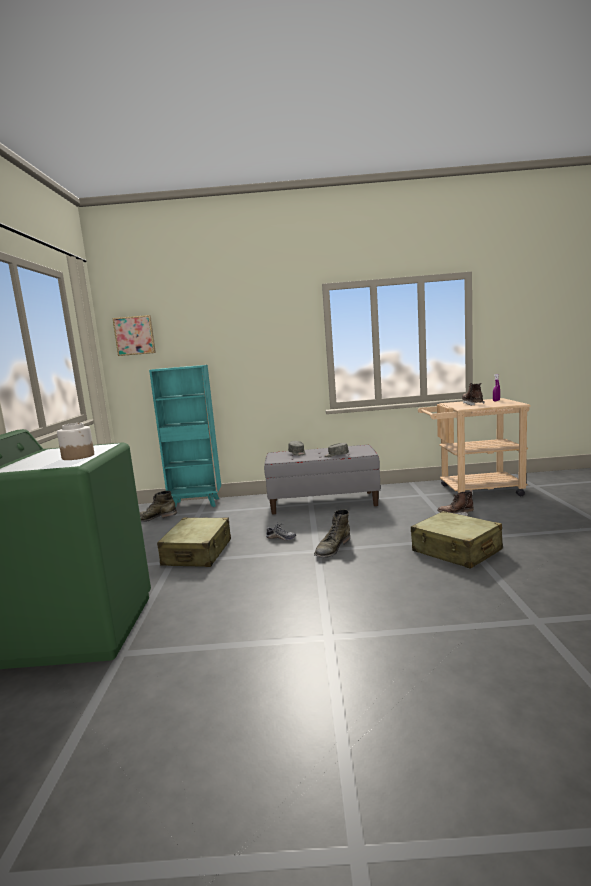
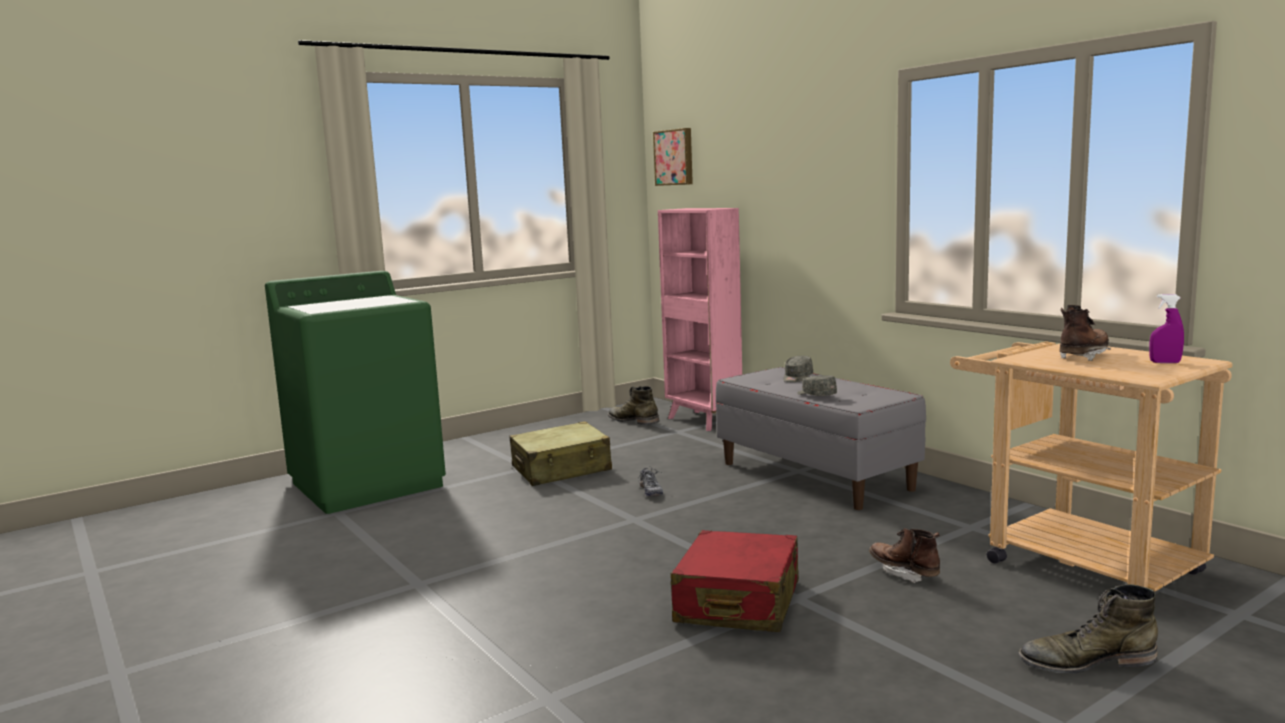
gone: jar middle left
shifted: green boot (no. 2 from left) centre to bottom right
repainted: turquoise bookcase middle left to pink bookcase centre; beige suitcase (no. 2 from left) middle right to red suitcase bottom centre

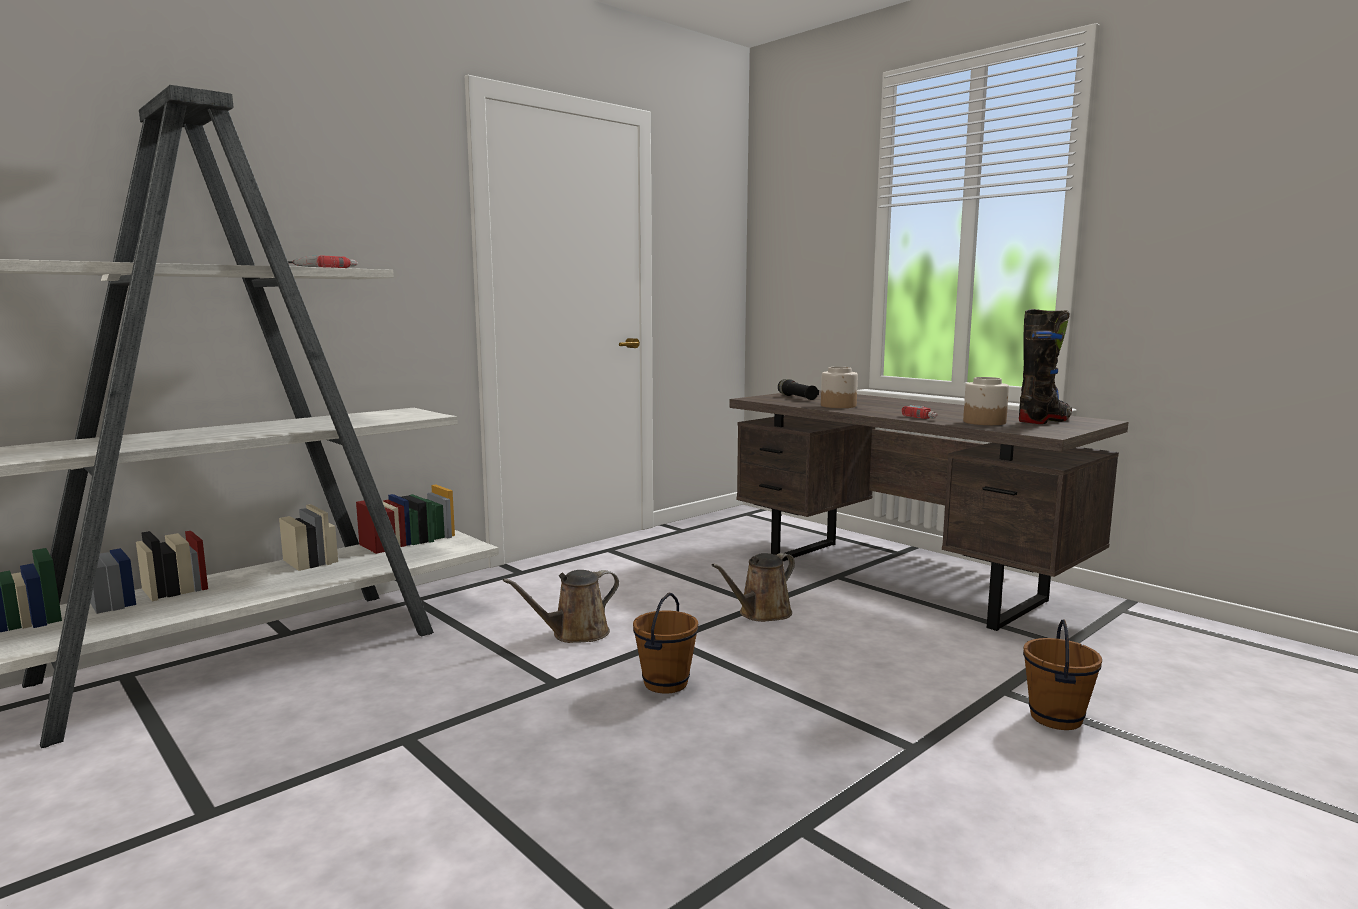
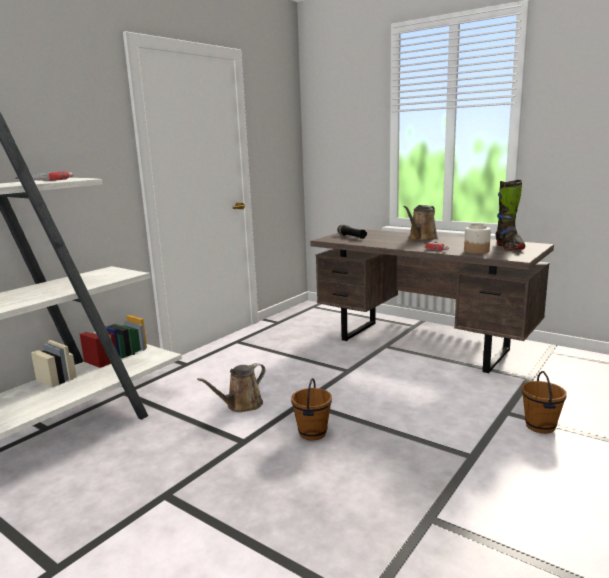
gone: jar (no. 1 from left) centre
shifted: brown watering can (no. 2 from left) centre to middle right
rotated: black boot middle right = middle right 135 degrees clockwise

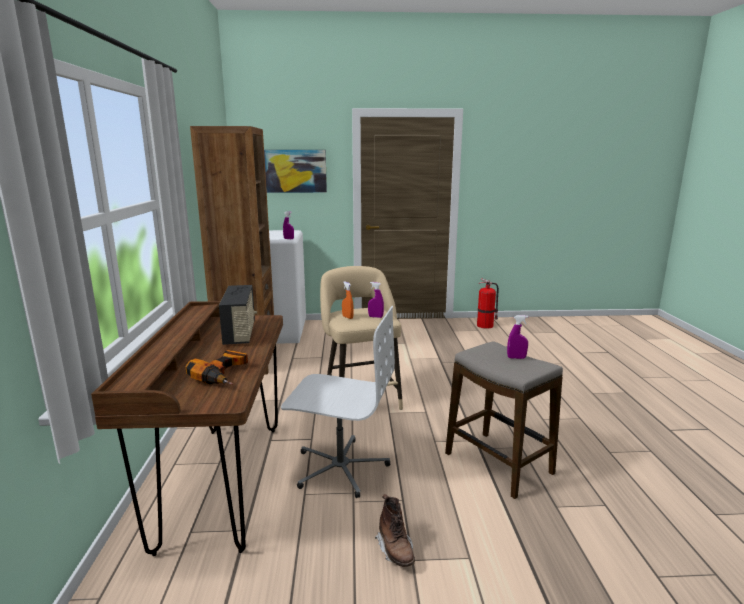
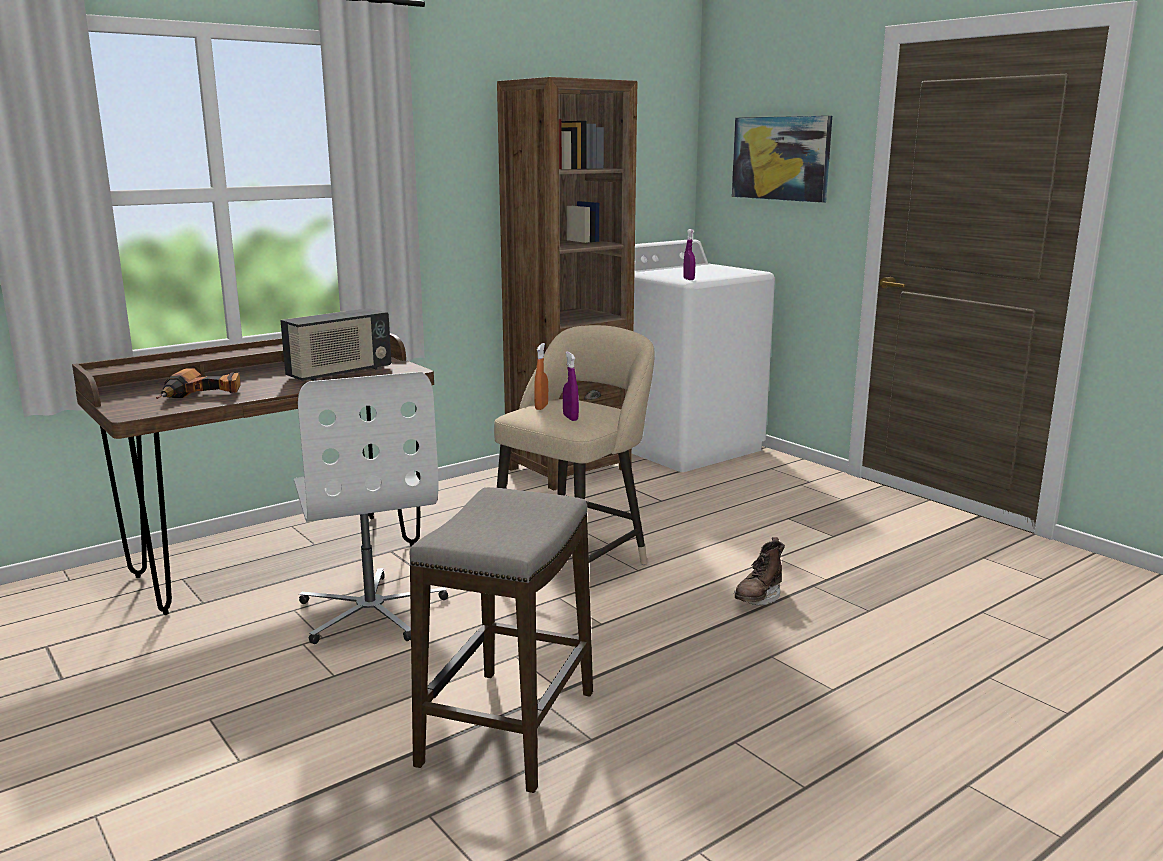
gone: fire extinguisher centre; purple spray bottle (no. 3 from left) middle right
shifted: brown boot bottom centre to centre

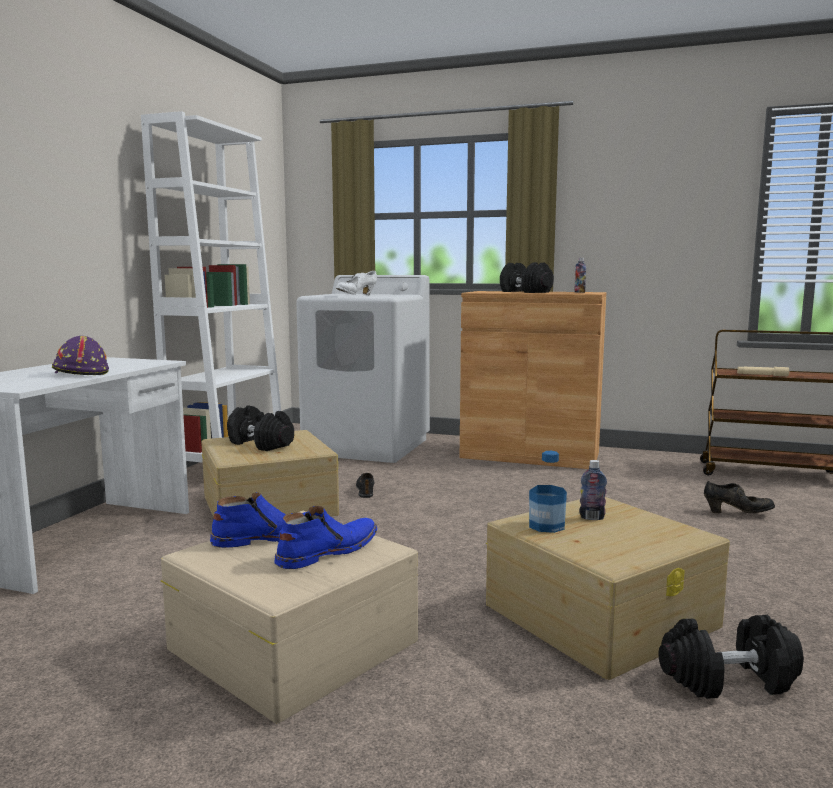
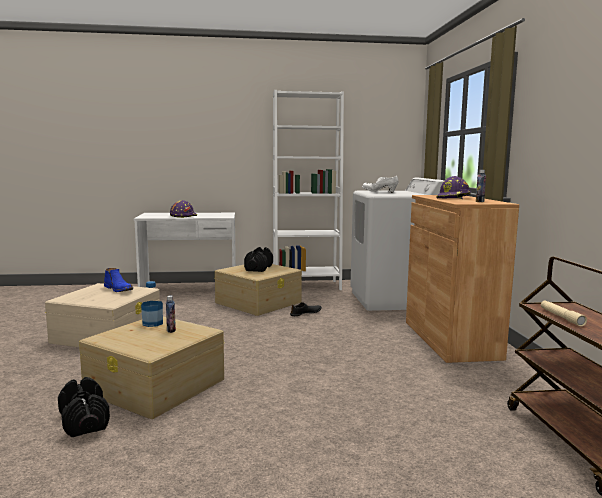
gone: blue boot (no. 2 from left) bottom centre; black shoe (no. 2 from left) middle right
swapped: black dumbbell (no. 2 from left) centre to purple hard hat (no. 2 from left) middle right

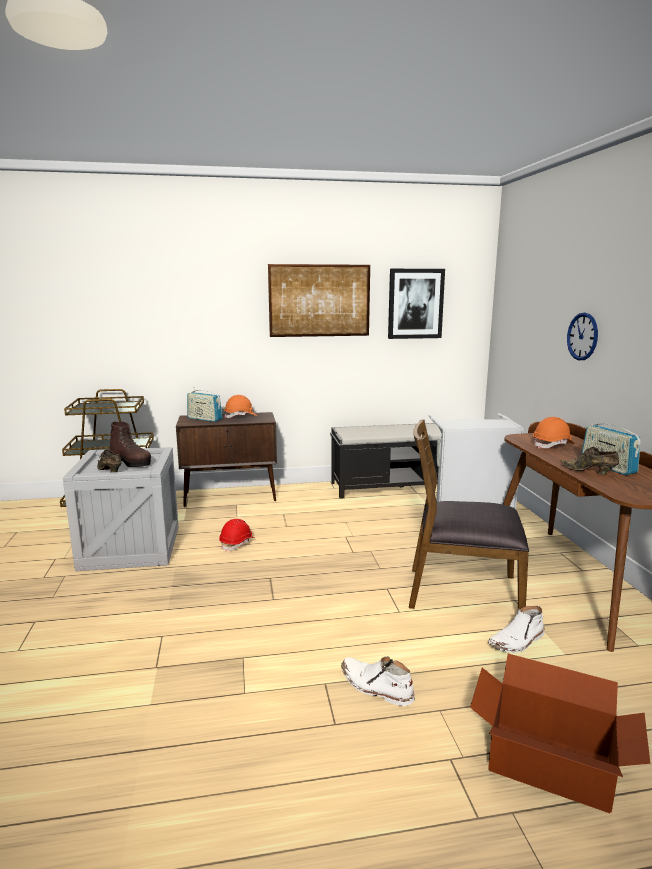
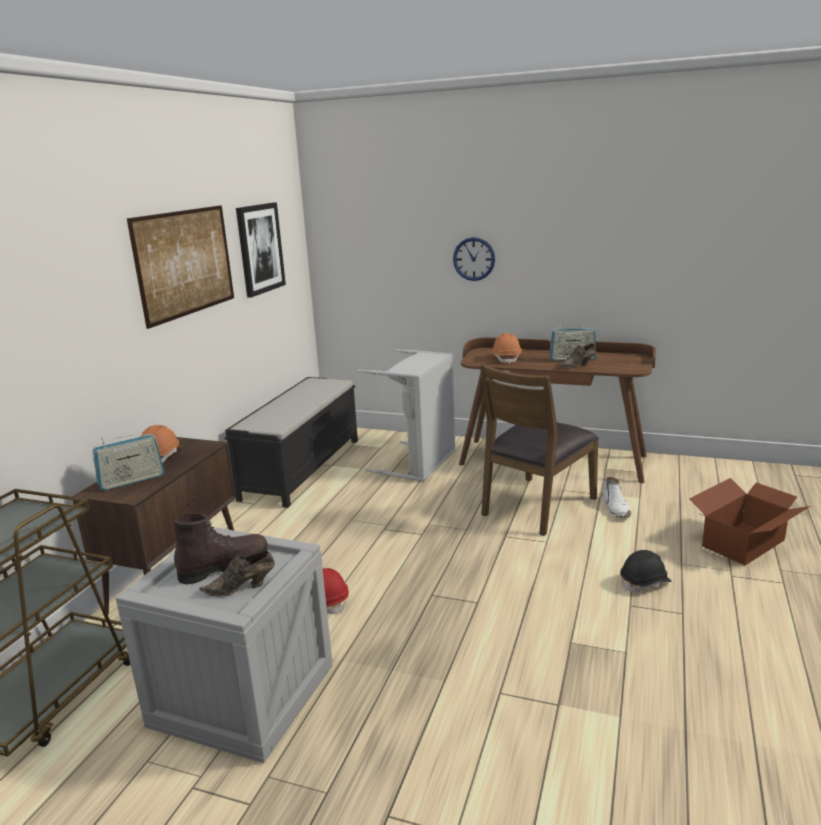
swapped: white boot (no. 1 from left) bottom centre to black hard hat bottom right

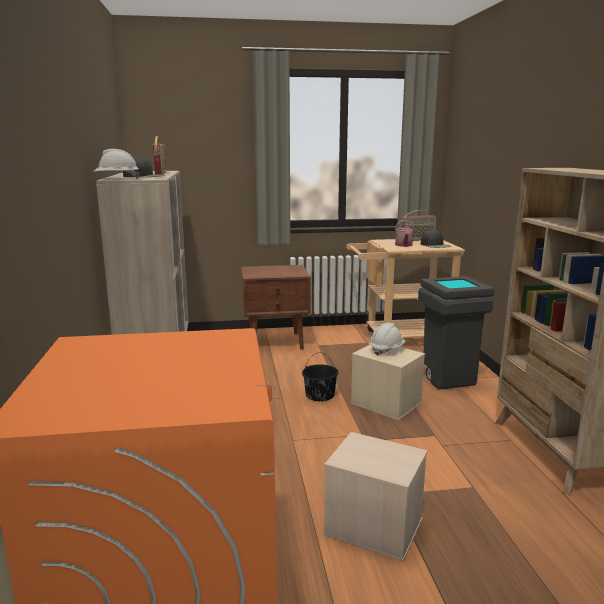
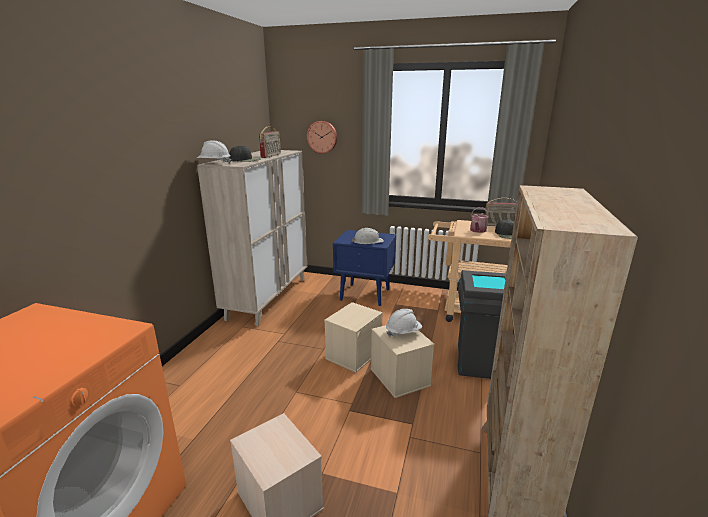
new: wall clock top centre; white hard hat (no. 2 from left) centre
swapped: black bucket centre to beige storage box (no. 2 from left) centre
repainted: brown nightstand centre to blue nightstand centre

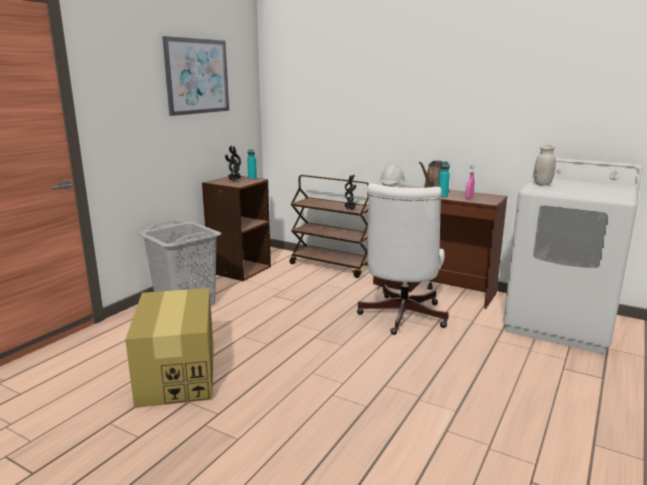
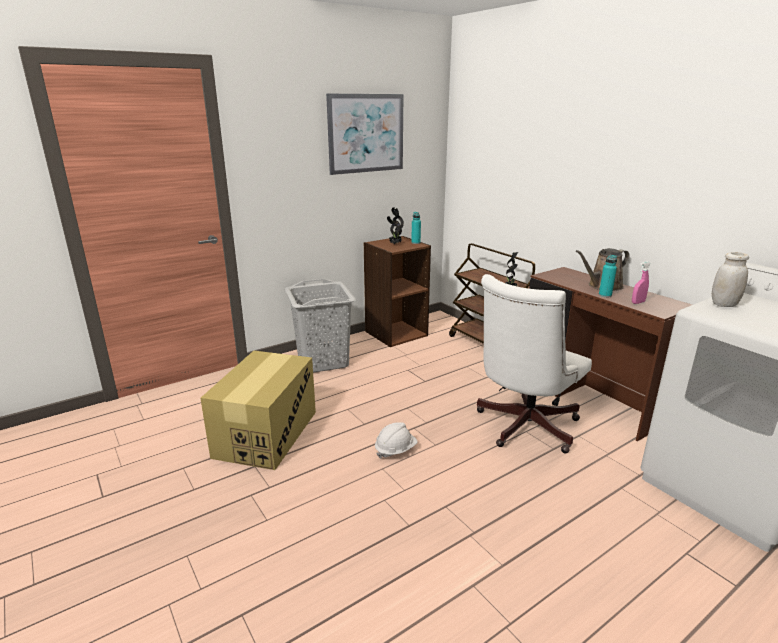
shifted: white hard hat centre to bottom centre

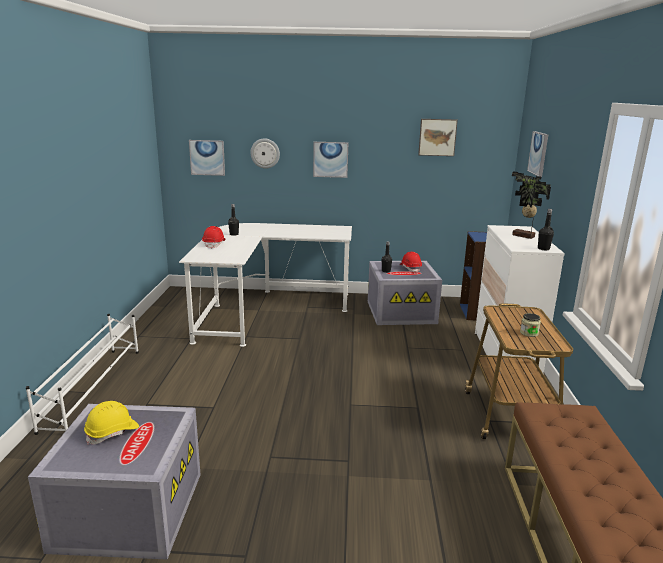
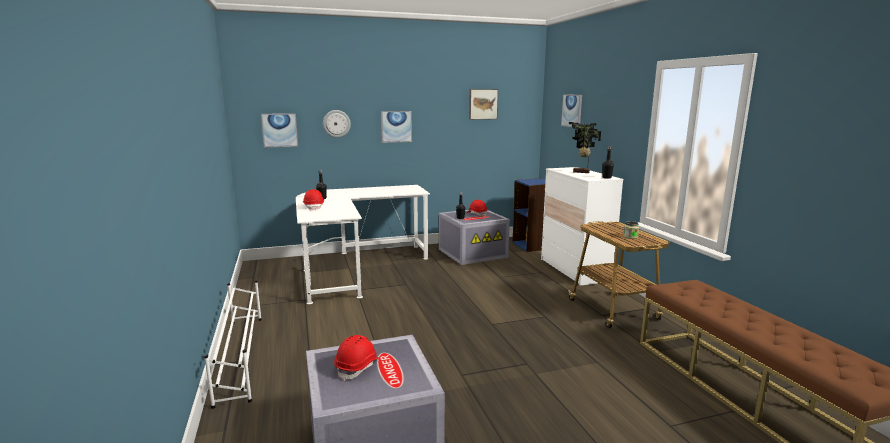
repainted: yellow hard hat bottom left to red hard hat (no. 2 from left) bottom centre

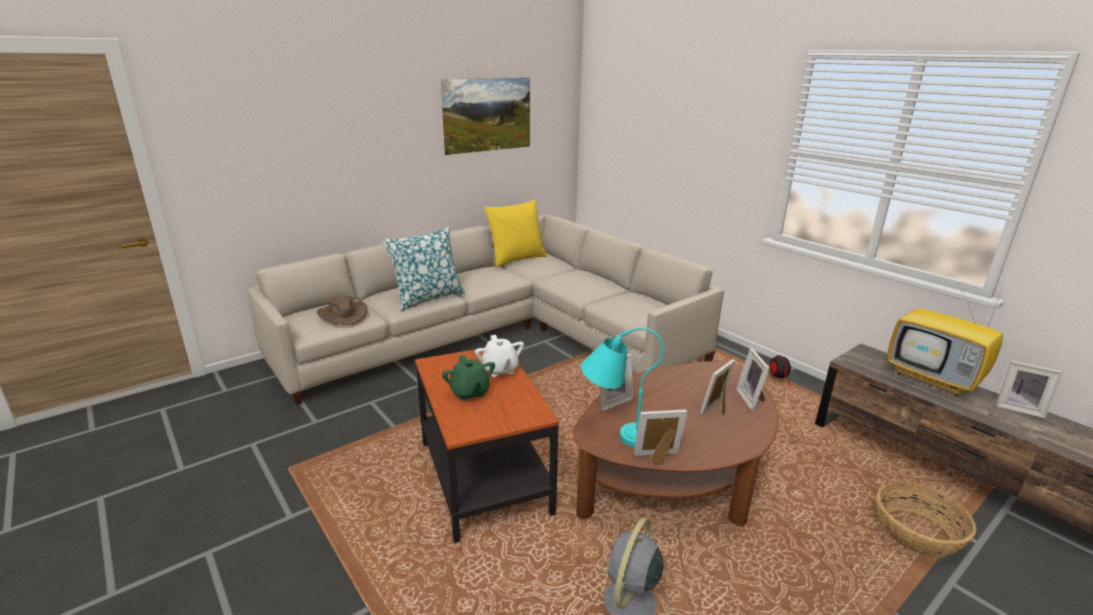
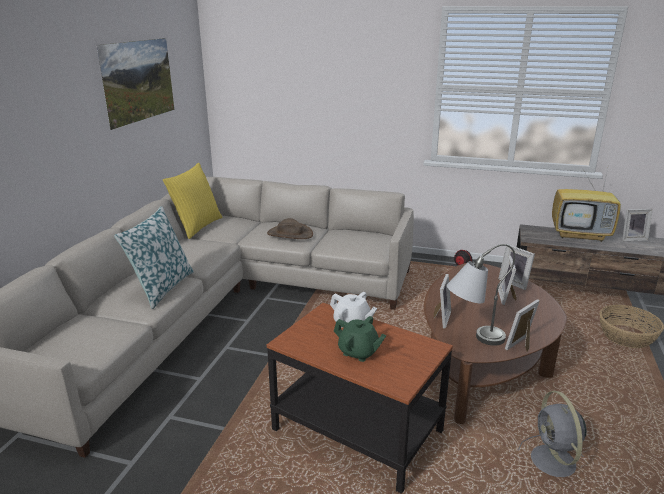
shifted: brown hat middle left to centre
repainted: turquoise table lamp centre to grey table lamp middle right

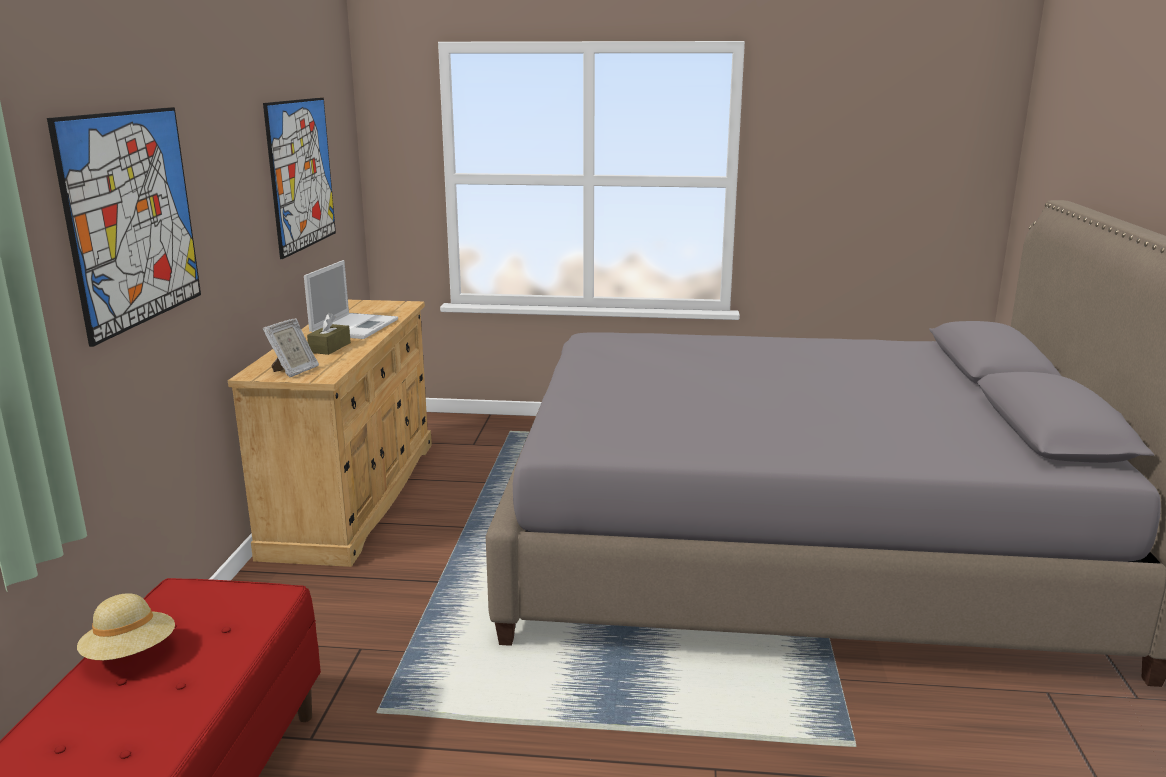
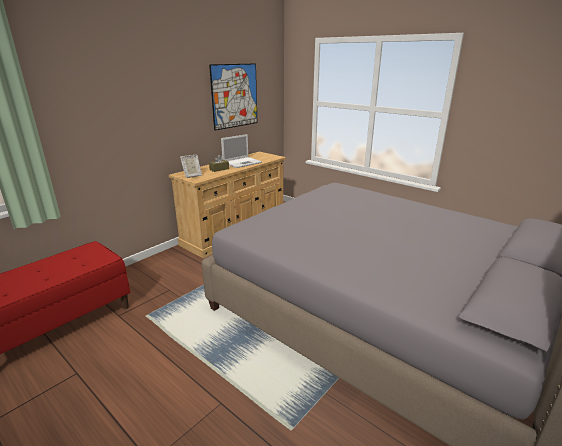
gone: picture (no. 1 from left) top left; beige hat bottom left

